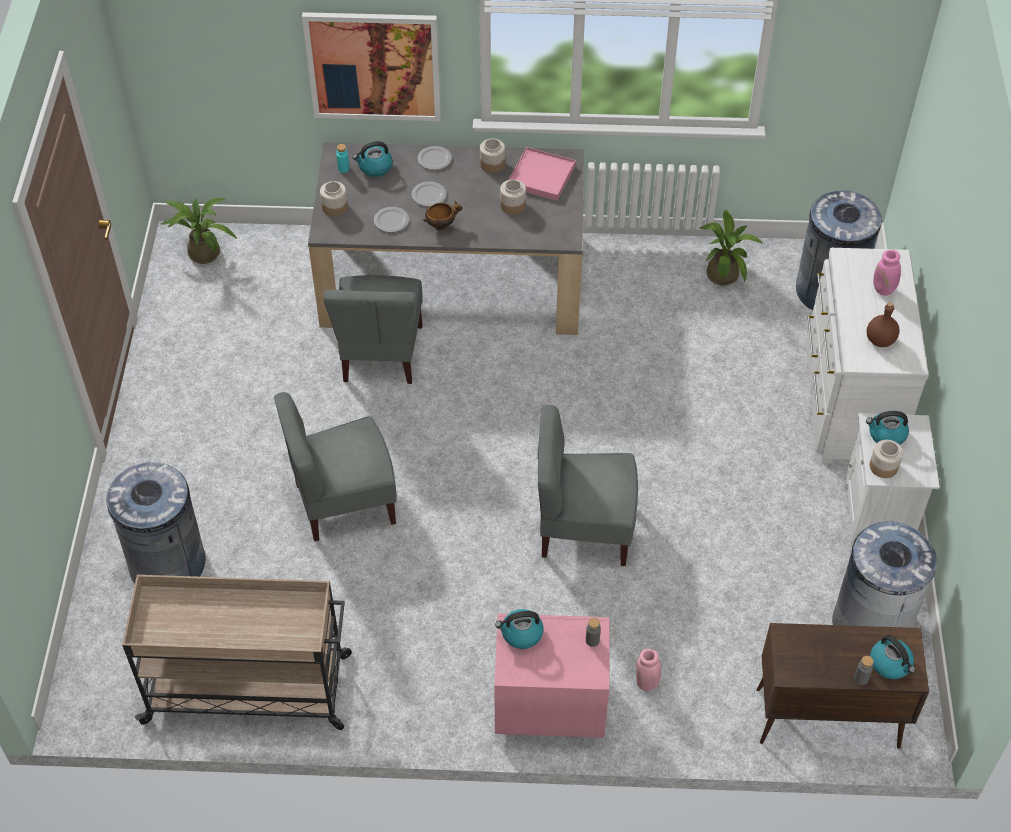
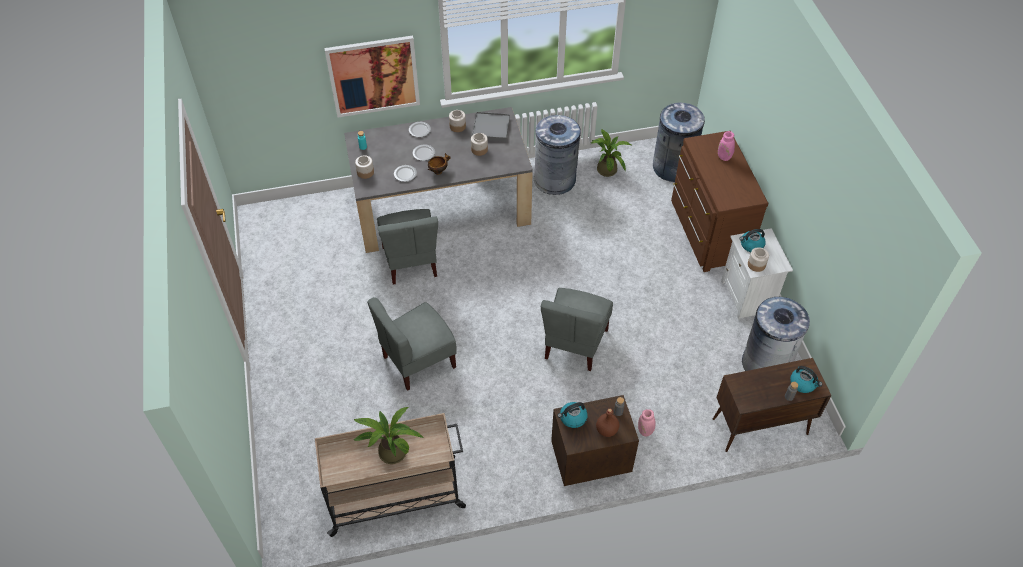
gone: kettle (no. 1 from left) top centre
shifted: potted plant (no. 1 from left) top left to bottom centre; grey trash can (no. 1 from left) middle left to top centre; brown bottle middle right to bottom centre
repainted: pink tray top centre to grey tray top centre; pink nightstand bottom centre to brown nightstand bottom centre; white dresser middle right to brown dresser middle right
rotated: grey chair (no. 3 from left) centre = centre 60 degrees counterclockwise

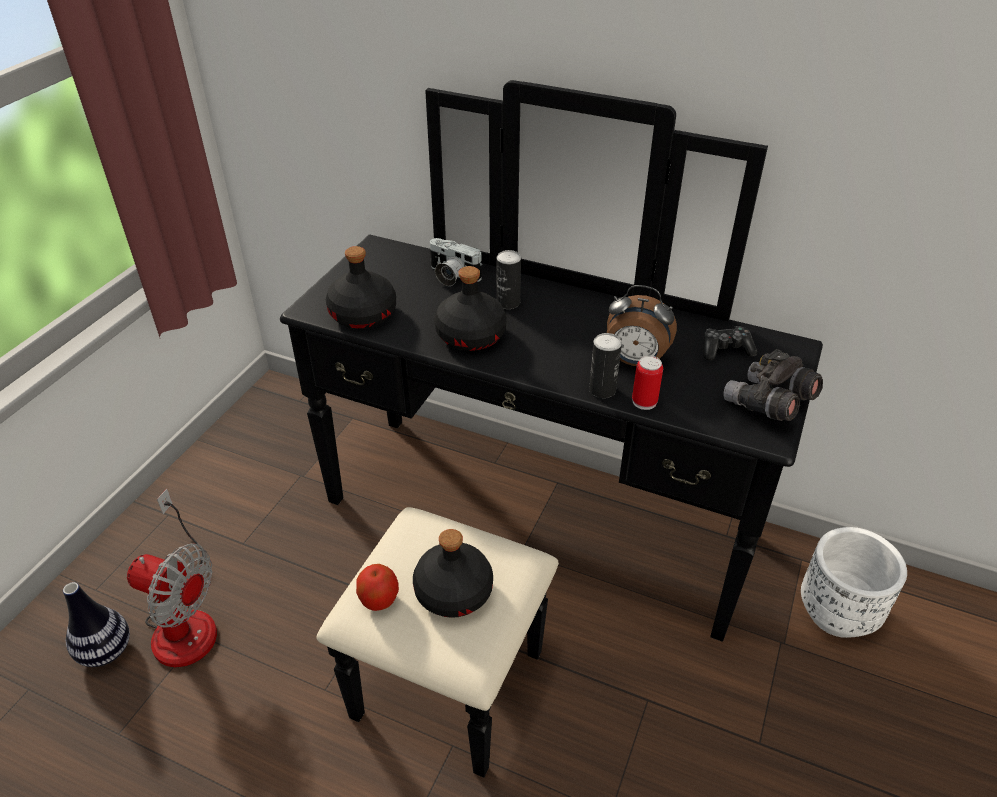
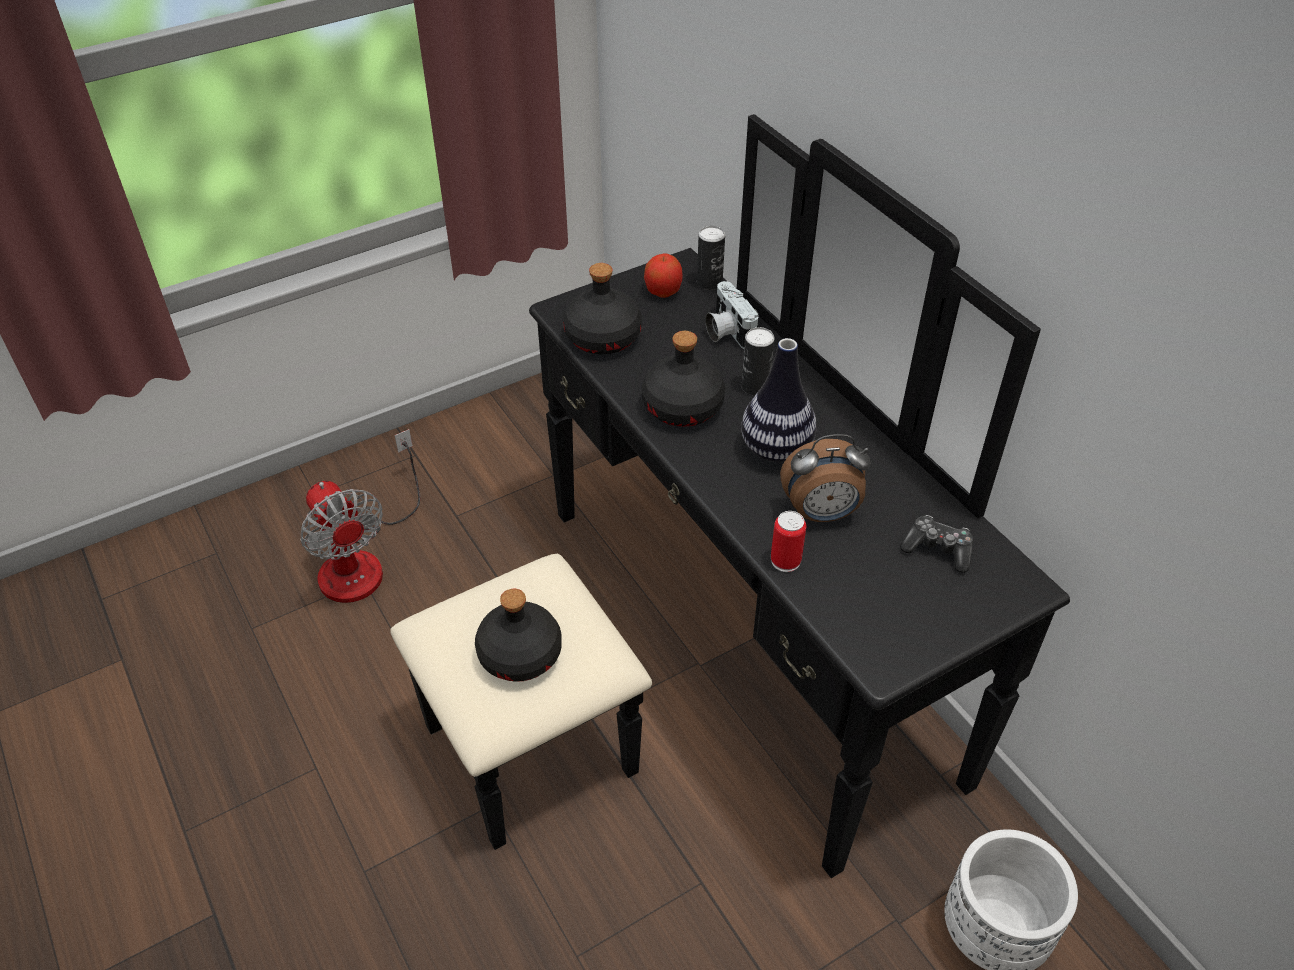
gone: grey binoculars middle right
shifted: apple bottom centre to top centre; can (no. 2 from left in the first image) centre to can (no. 1 from left) top centre; vase bottom left to centre
rotated: alarm clock centre = centre 60 degrees counterclockwise

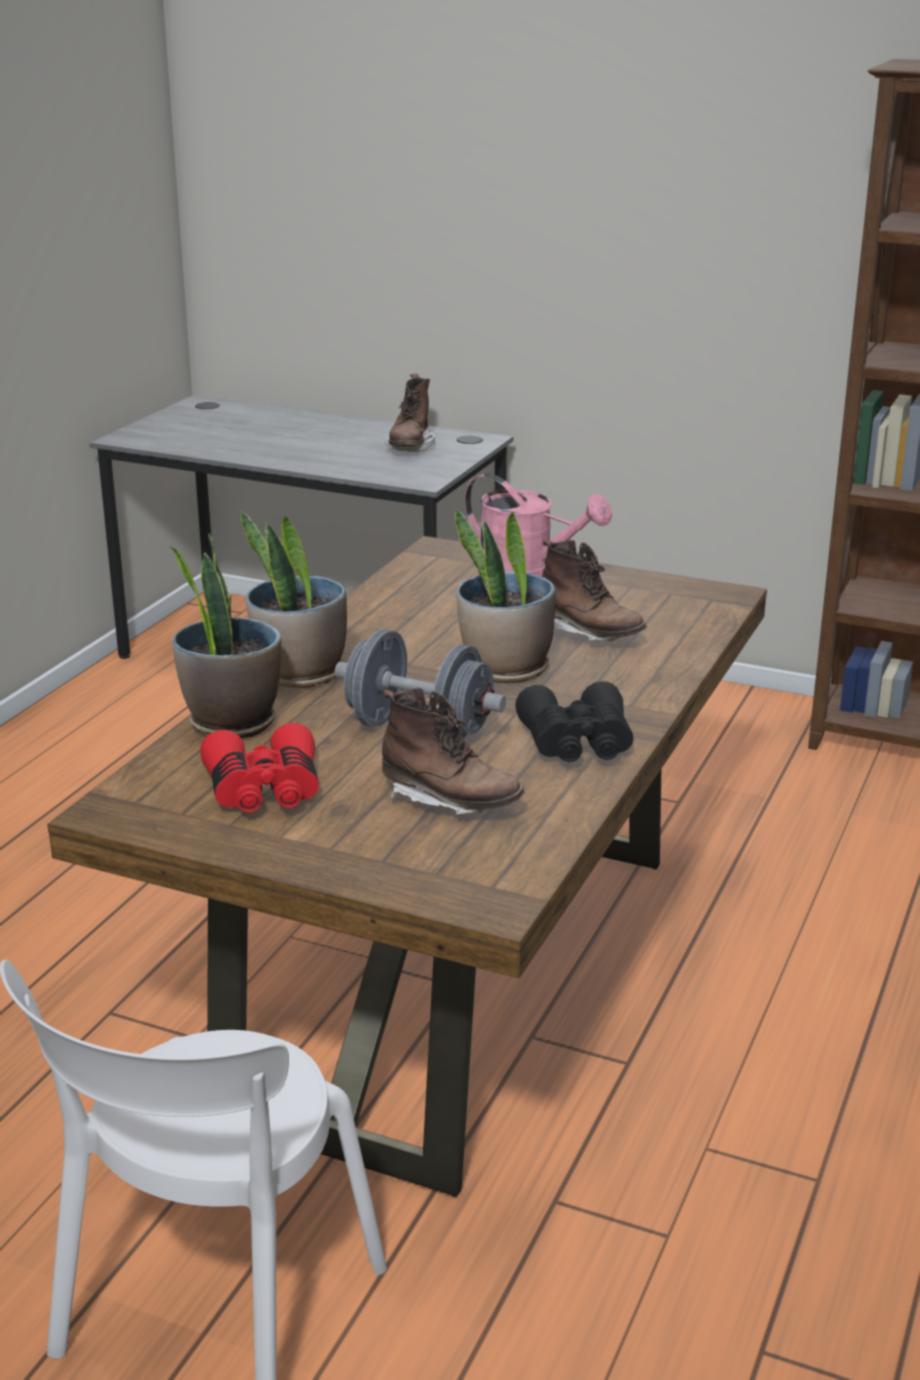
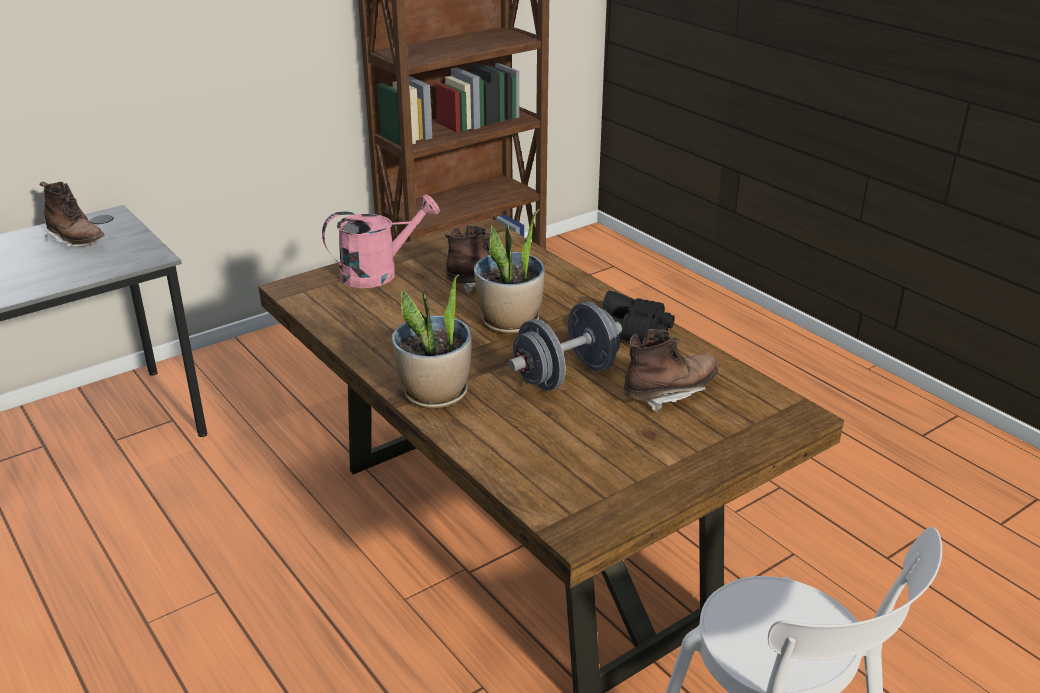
gone: potted plant (no. 1 from left) middle left; red binoculars middle left

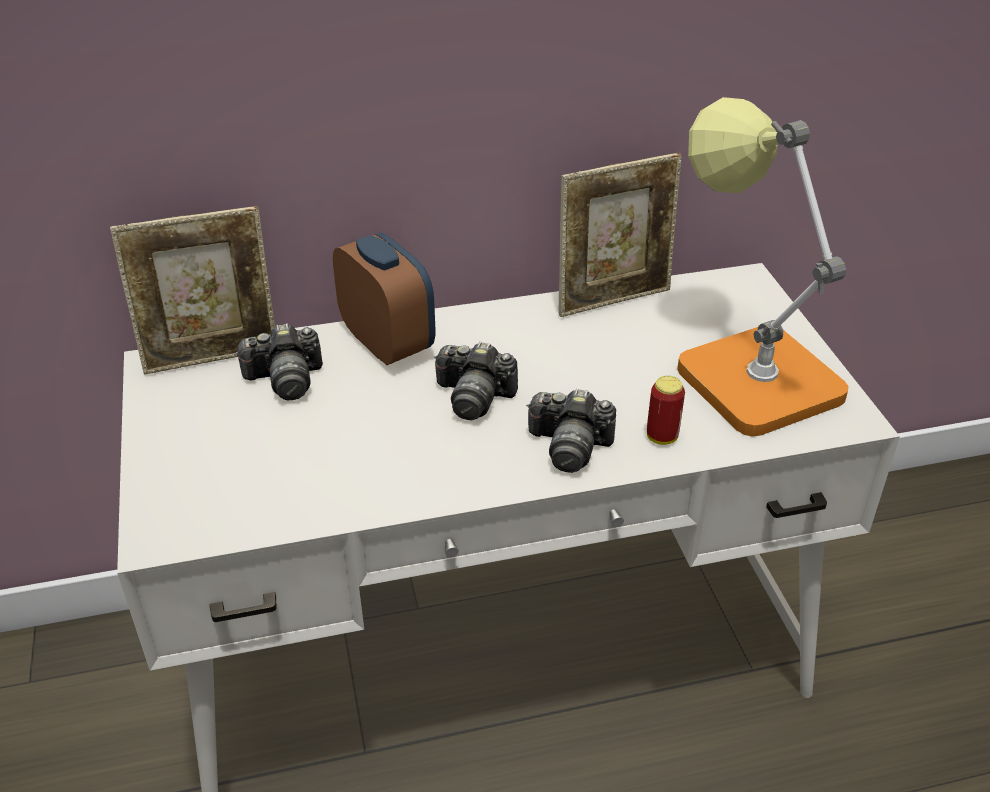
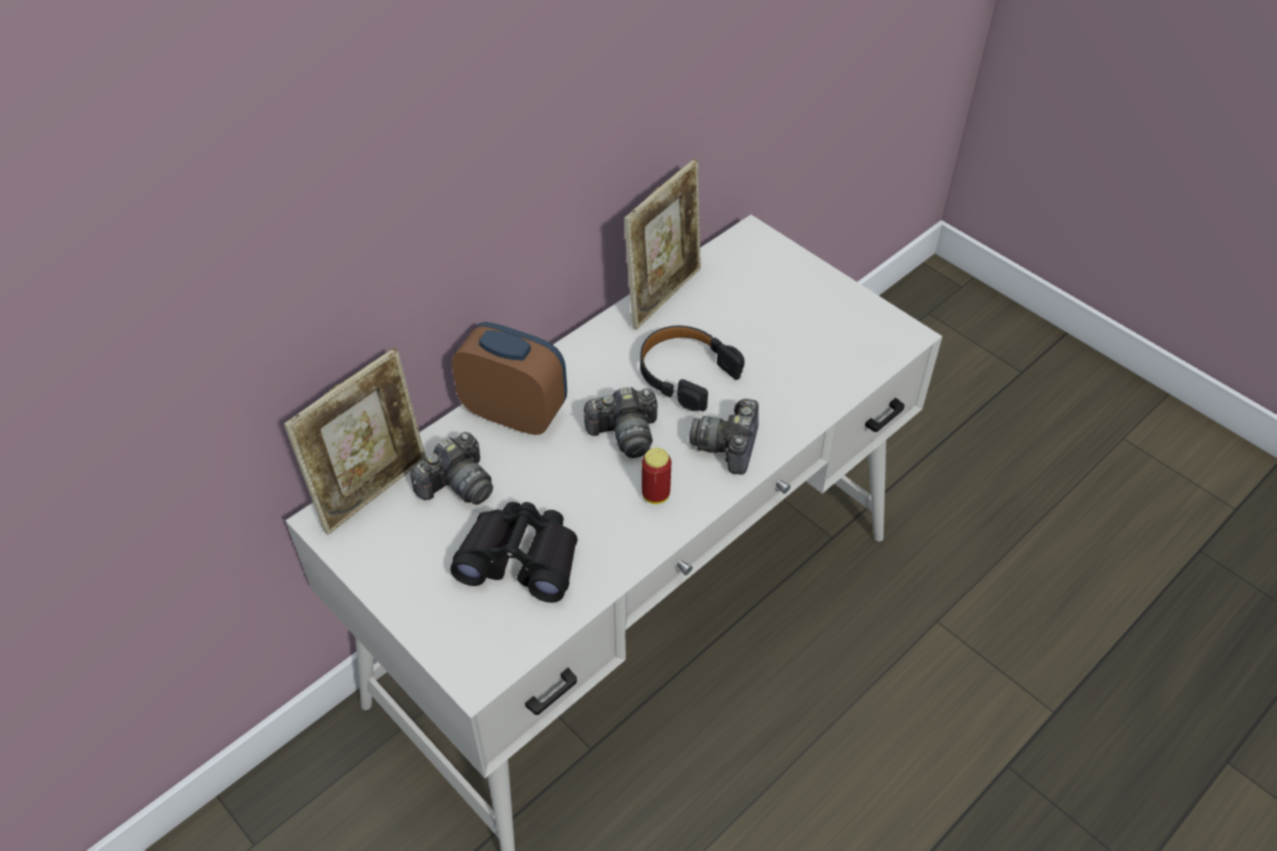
gone: table lamp middle right
new: black binoculars centre; black headphones centre
shifted: can middle right to centre
rotated: photo camera (no. 3 from left) centre = centre 120 degrees clockwise

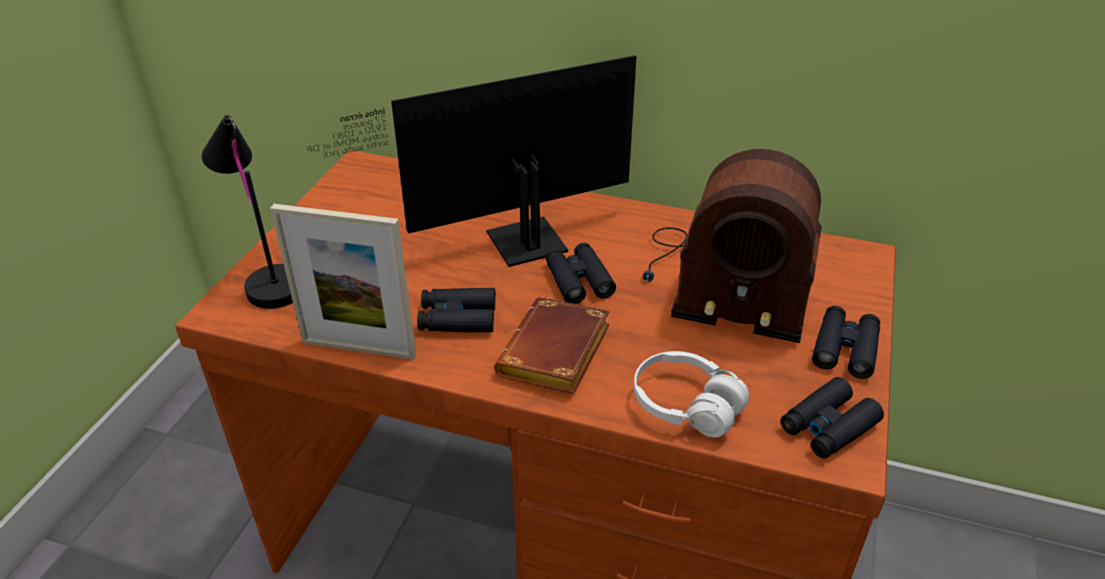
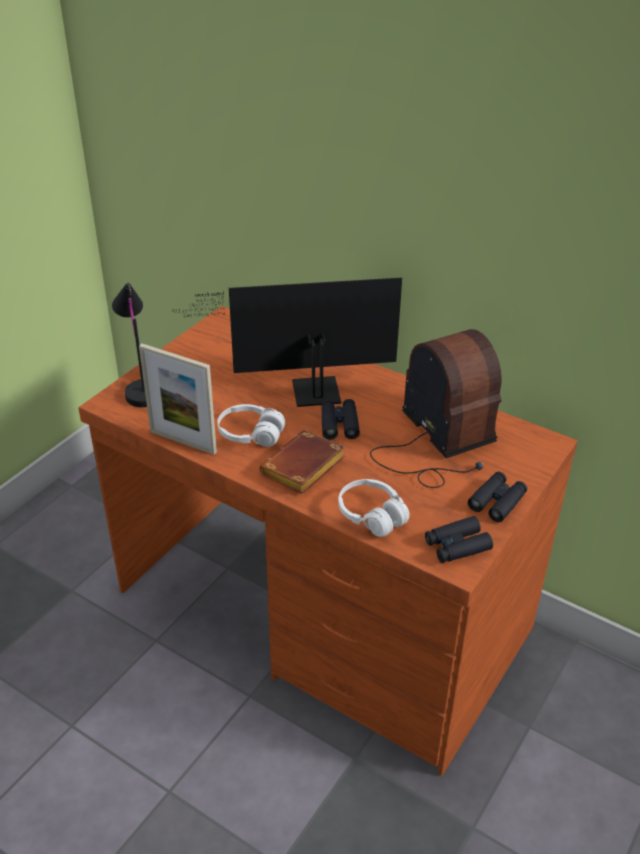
swapped: black binoculars (no. 1 from left) centre to white headphones (no. 1 from left) centre
rotated: radio centre = middle right 150 degrees counterclockwise

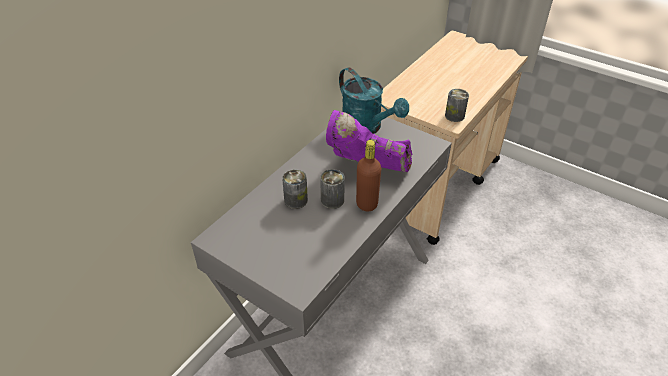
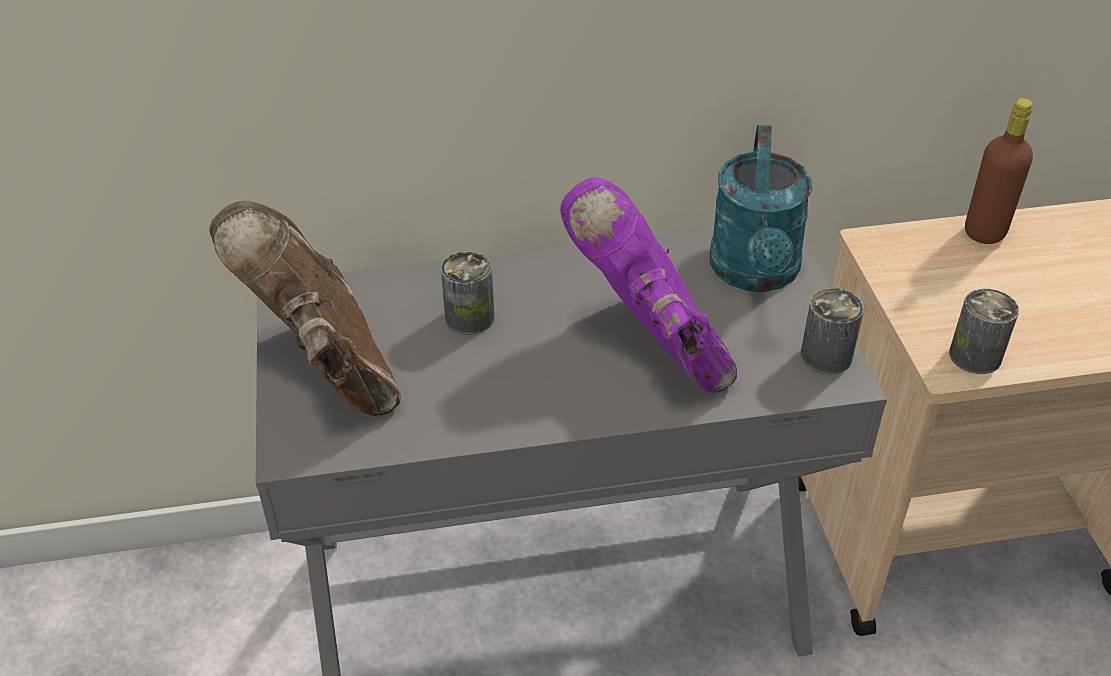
new: brown boot middle left
shifted: can (no. 2 from left) centre to middle right; brown bottle centre to top right

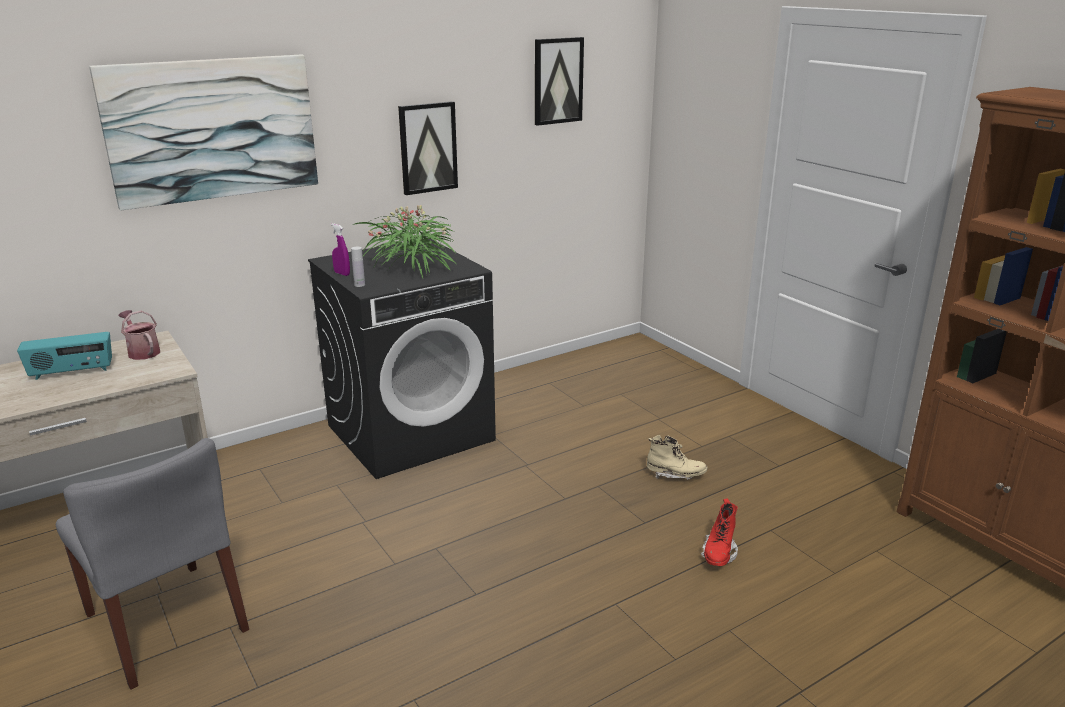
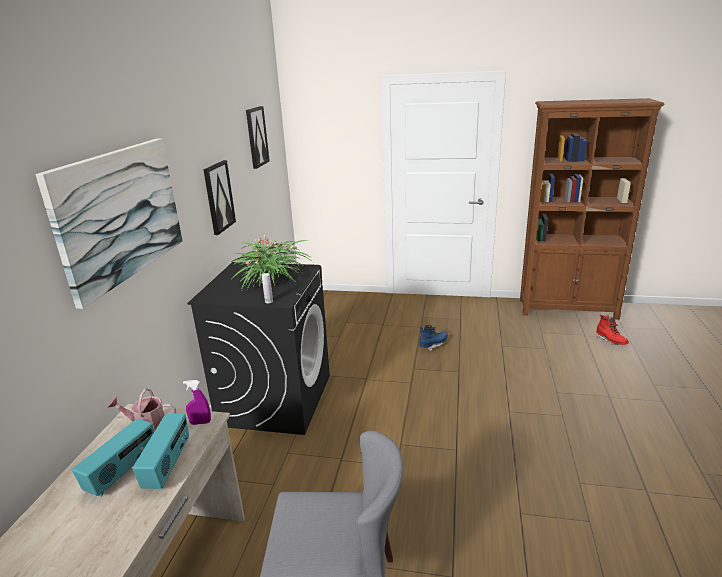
new: radio (no. 2 from left) bottom left
shifted: purple spray bottle middle left to bottom left; red boot bottom right to middle right
repainted: beige boot centre to blue boot centre

